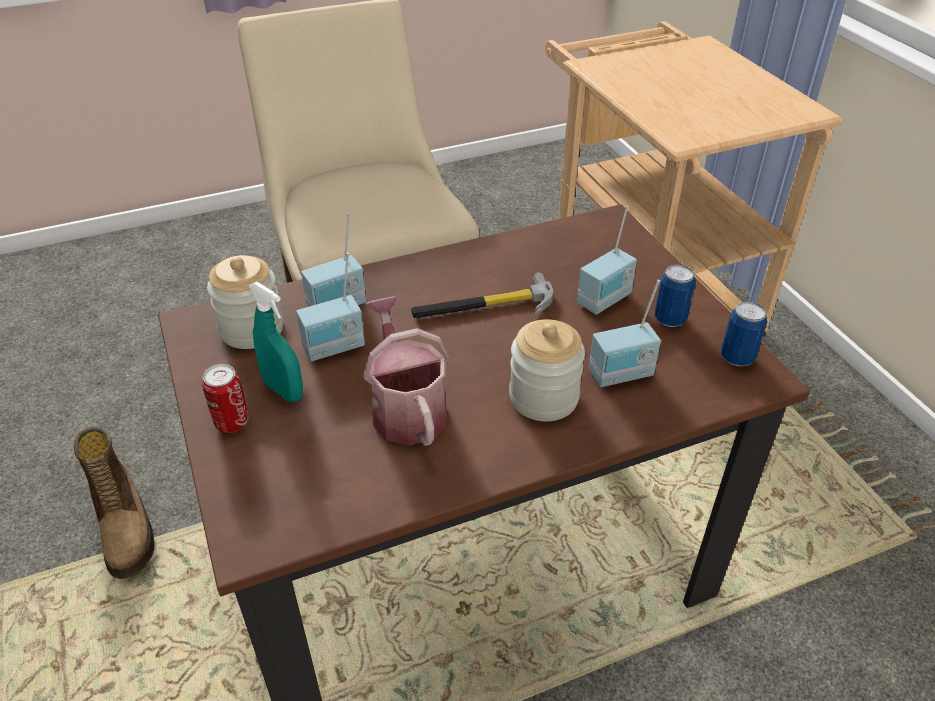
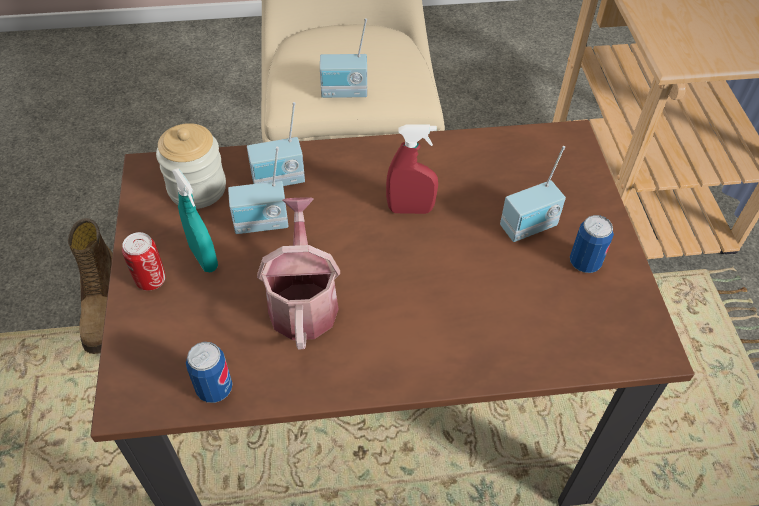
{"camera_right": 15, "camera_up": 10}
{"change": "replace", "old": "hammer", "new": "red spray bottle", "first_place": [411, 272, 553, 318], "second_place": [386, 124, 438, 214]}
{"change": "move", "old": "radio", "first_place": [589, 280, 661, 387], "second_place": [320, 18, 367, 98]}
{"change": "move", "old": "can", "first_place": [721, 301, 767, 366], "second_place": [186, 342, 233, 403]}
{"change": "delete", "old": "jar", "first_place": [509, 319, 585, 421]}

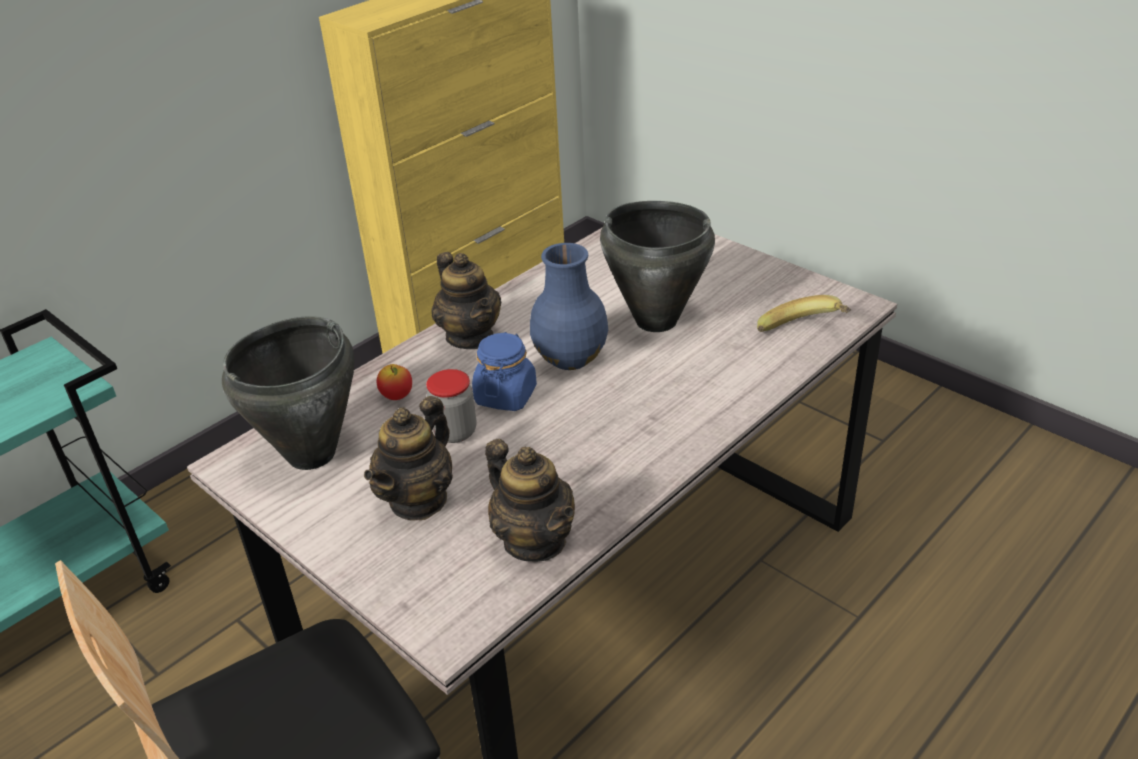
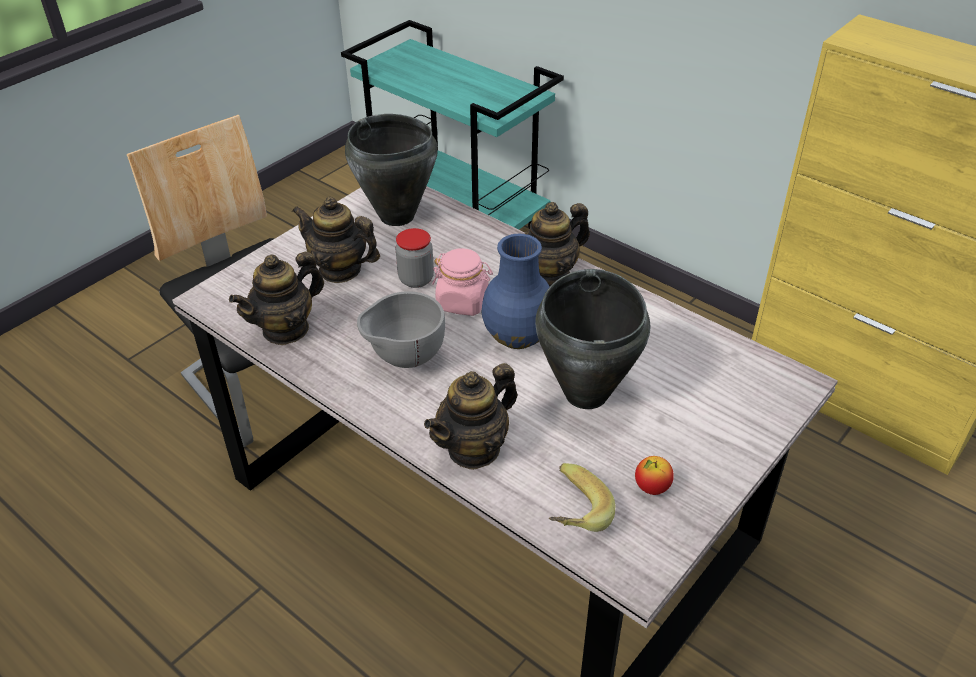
{"camera_right": 85, "camera_up": 5}
{"change": "recolor", "old": "blue jar", "new": "pink jar", "first_place": [472, 332, 537, 411], "second_place": [432, 248, 493, 316]}
{"change": "move", "old": "apple", "first_place": [377, 364, 412, 400], "second_place": [635, 456, 674, 495]}
{"change": "insert", "new": "grey bowl", "second_place": [357, 291, 445, 368]}
{"change": "insert", "new": "teapot", "second_place": [424, 363, 518, 470]}

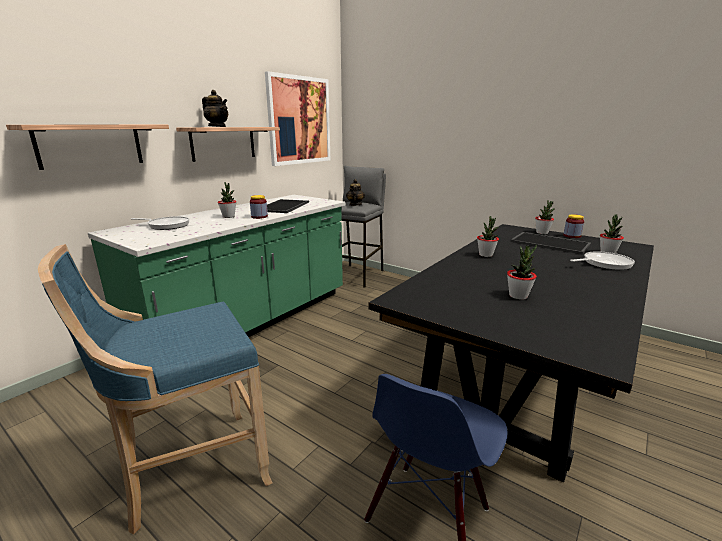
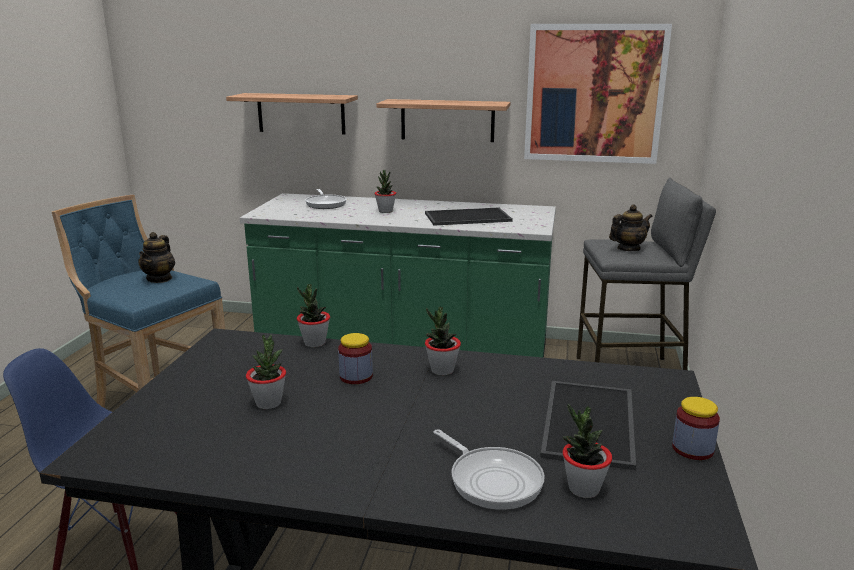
{"camera_right": 65, "camera_up": 0}
{"change": "move", "old": "teapot", "first_place": [202, 90, 228, 127], "second_place": [138, 232, 175, 283]}
{"change": "move", "old": "jar", "first_place": [250, 195, 268, 219], "second_place": [338, 333, 373, 384]}
{"change": "move", "old": "potted plant", "first_place": [535, 200, 555, 234], "second_place": [297, 284, 330, 347]}

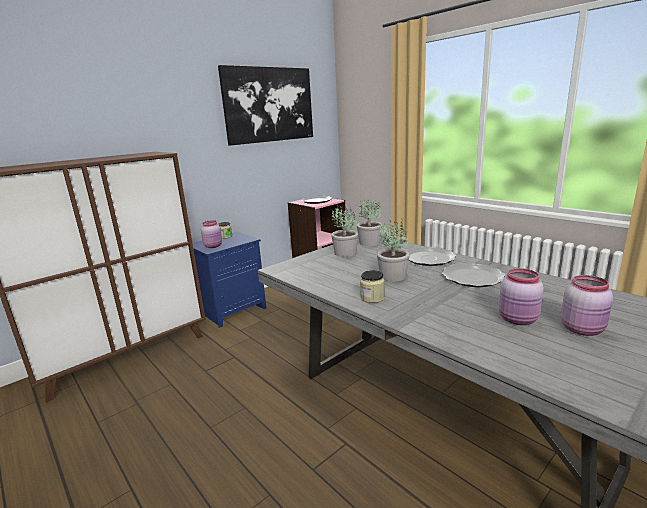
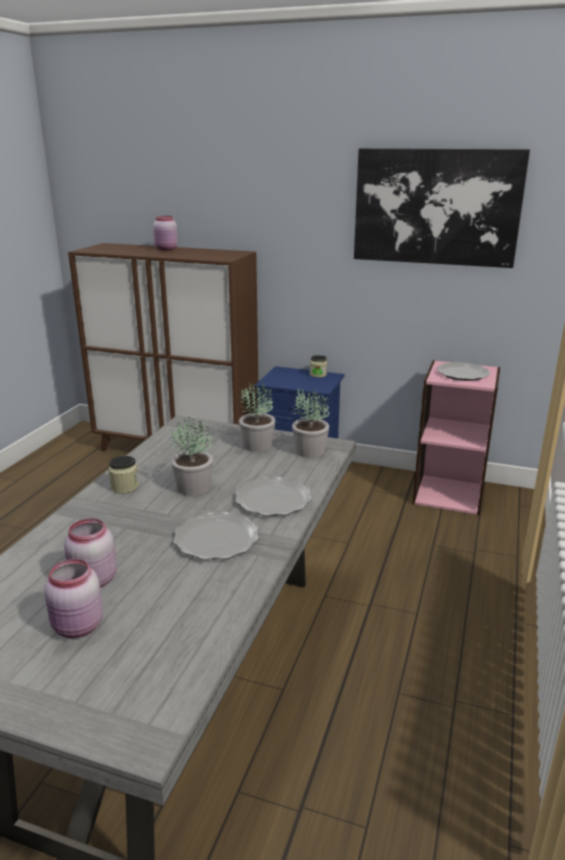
{"camera_right": 60, "camera_up": 5}
{"change": "move", "old": "pink jar", "first_place": [201, 220, 222, 248], "second_place": [153, 216, 178, 251]}

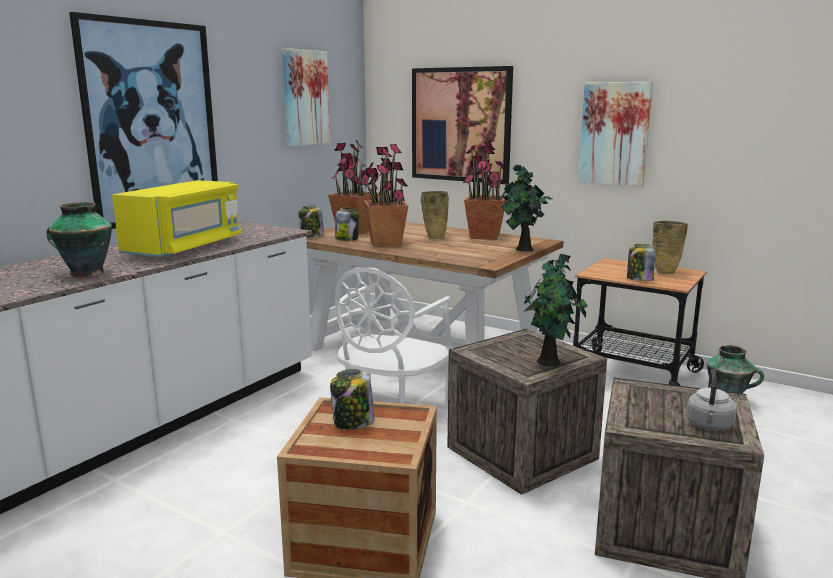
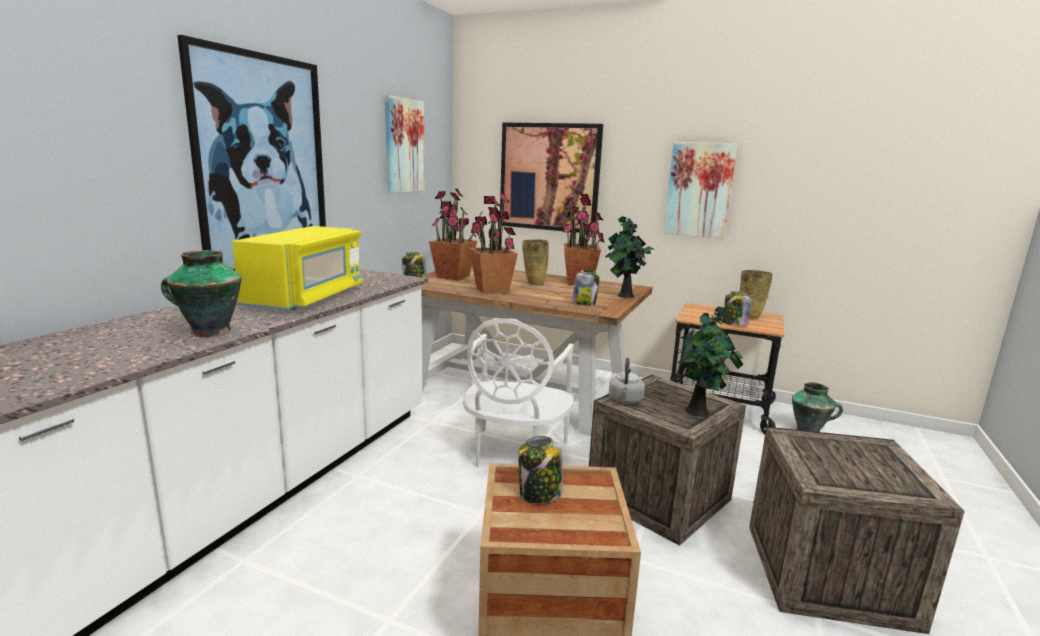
{"camera_right": -10, "camera_up": 0}
{"change": "move", "old": "jar", "first_place": [335, 207, 359, 241], "second_place": [572, 270, 600, 306]}
{"change": "move", "old": "grey kettle", "first_place": [686, 369, 737, 431], "second_place": [609, 358, 645, 404]}

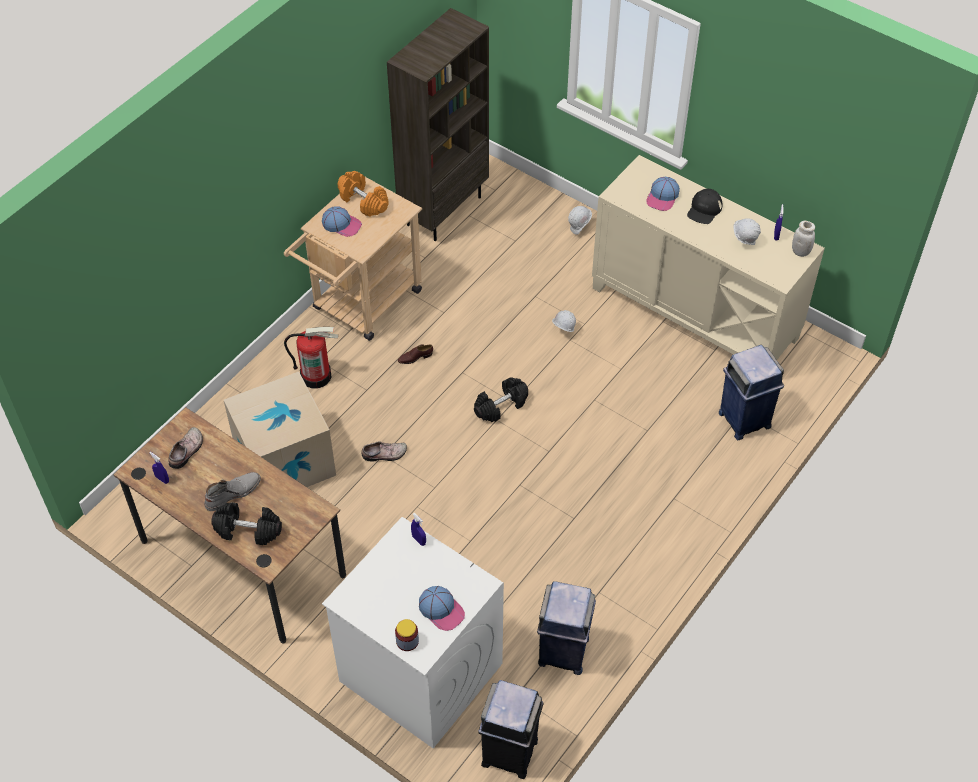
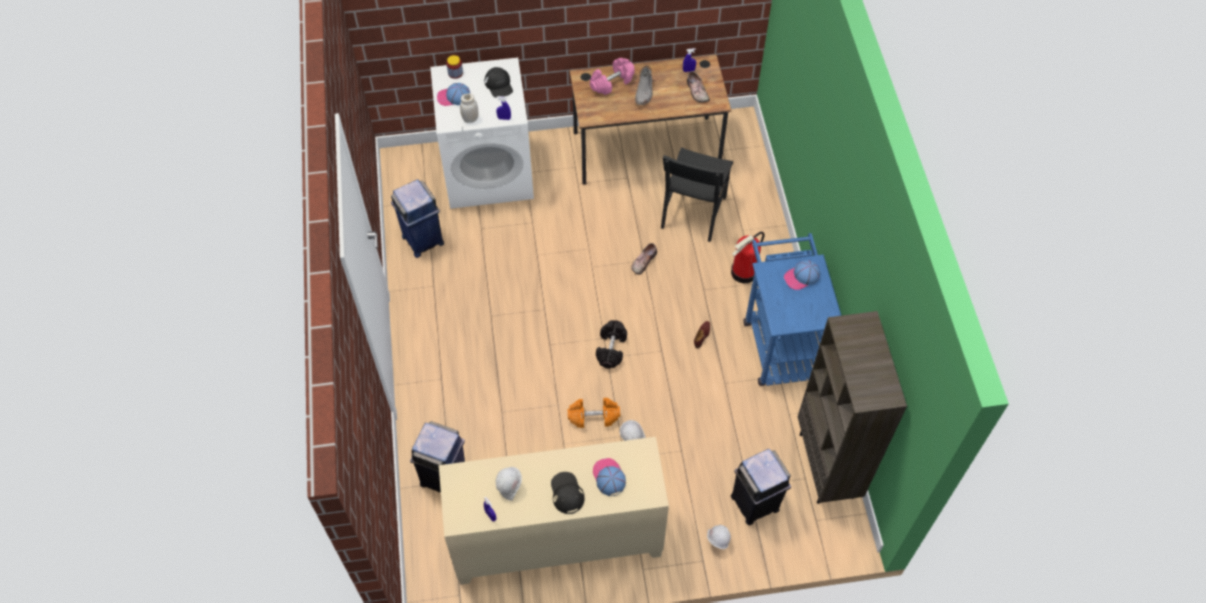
{"camera_right": 135, "camera_up": 5}
{"change": "move", "old": "orange dumbbell", "first_place": [337, 171, 389, 217], "second_place": [568, 398, 620, 428]}
{"change": "recolor", "old": "beige cart", "new": "blue cart", "first_place": [284, 177, 422, 341], "second_place": [744, 233, 841, 386]}
{"change": "move", "old": "white jar", "first_place": [792, 221, 815, 257], "second_place": [460, 93, 478, 123]}
{"change": "replace", "old": "cardboard box", "new": "black chair", "first_place": [224, 372, 336, 487], "second_place": [661, 147, 733, 242]}
{"change": "recolor", "old": "black dumbbell", "new": "pink dumbbell", "first_place": [211, 502, 282, 545], "second_place": [590, 58, 635, 95]}
{"change": "move", "old": "black trash can", "first_place": [478, 680, 544, 779], "second_place": [731, 449, 791, 525]}
{"change": "insert", "new": "black cap", "second_place": [485, 67, 513, 98]}

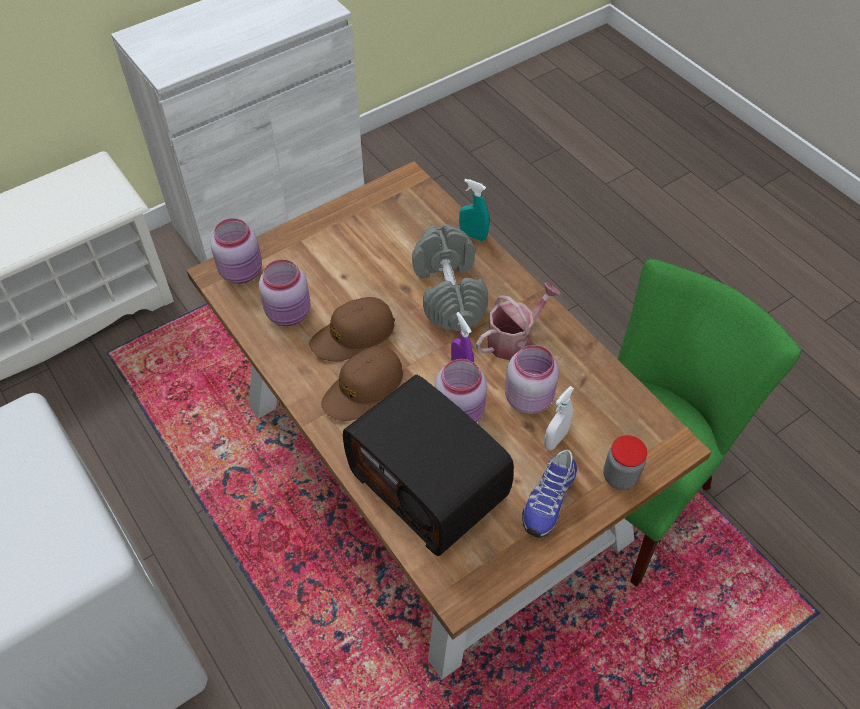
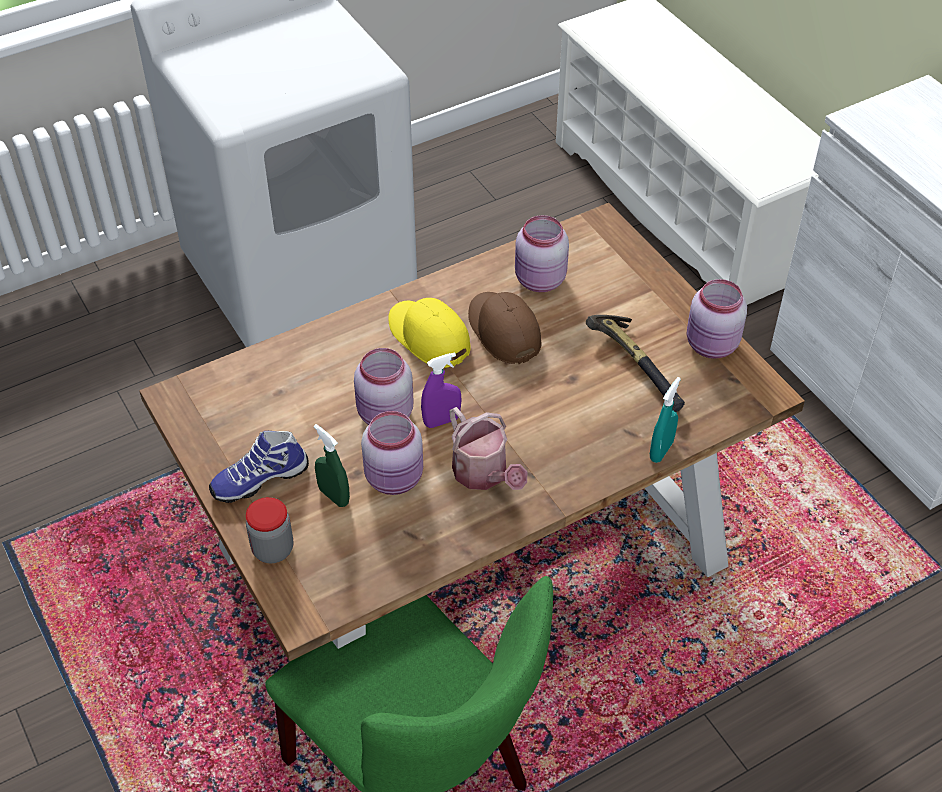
{"camera_right": 95, "camera_up": -5}
{"change": "move", "old": "pink jar", "first_place": [211, 218, 262, 284], "second_place": [687, 279, 747, 359]}
{"change": "delete", "old": "grey dumbbell", "first_place": [412, 224, 488, 331]}
{"change": "recolor", "old": "brown cap", "new": "yellow cap", "first_place": [321, 346, 403, 421], "second_place": [388, 298, 471, 368]}
{"change": "delete", "old": "radio", "first_place": [343, 375, 514, 556]}
{"change": "recolor", "old": "white spray bottle", "new": "green spray bottle", "first_place": [544, 386, 574, 450], "second_place": [314, 424, 350, 507]}
{"change": "rotate", "old": "shoe", "first_place": [522, 449, 577, 538], "second_place": [209, 431, 309, 503], "degrees": -60}
{"change": "insert", "new": "hammer", "second_place": [586, 315, 685, 412]}

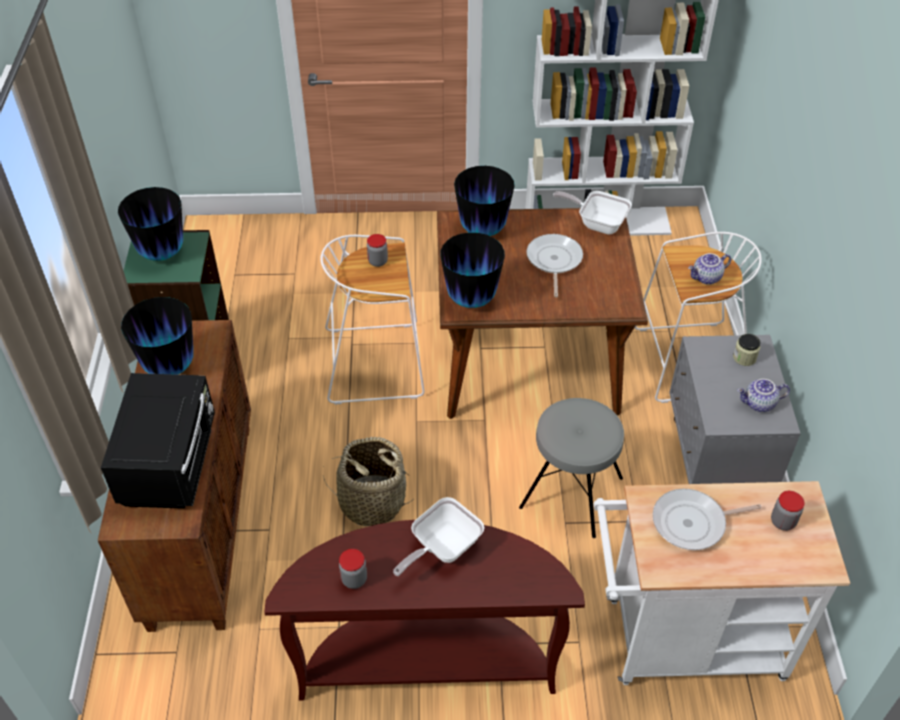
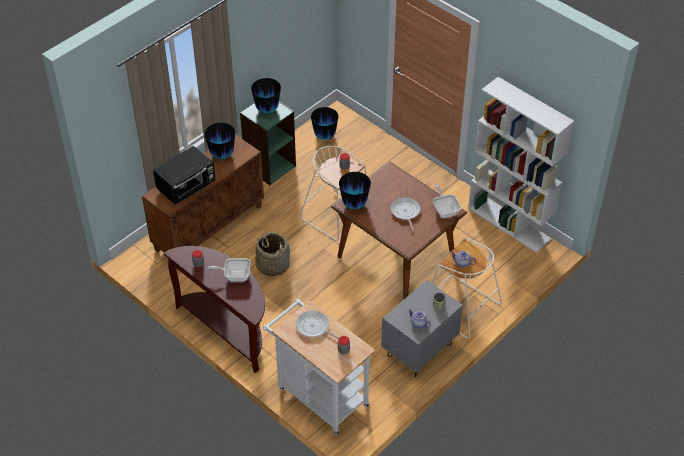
{"camera_right": 45, "camera_up": 0}
{"change": "move", "old": "vase", "first_place": [454, 166, 515, 236], "second_place": [311, 107, 338, 140]}
{"change": "rotate", "old": "frying pan", "first_place": [526, 234, 583, 297], "second_place": [391, 197, 420, 232], "degrees": -60}
{"change": "delete", "old": "grey stool", "first_place": [519, 398, 624, 538]}

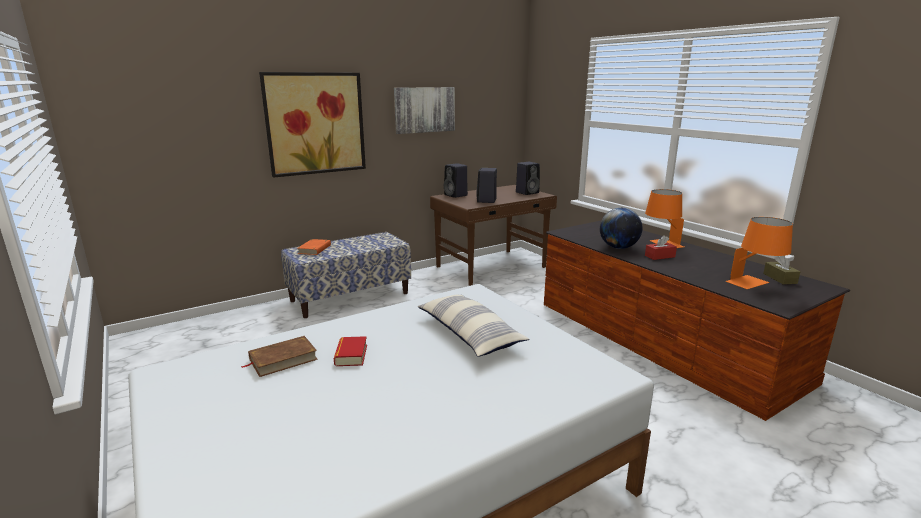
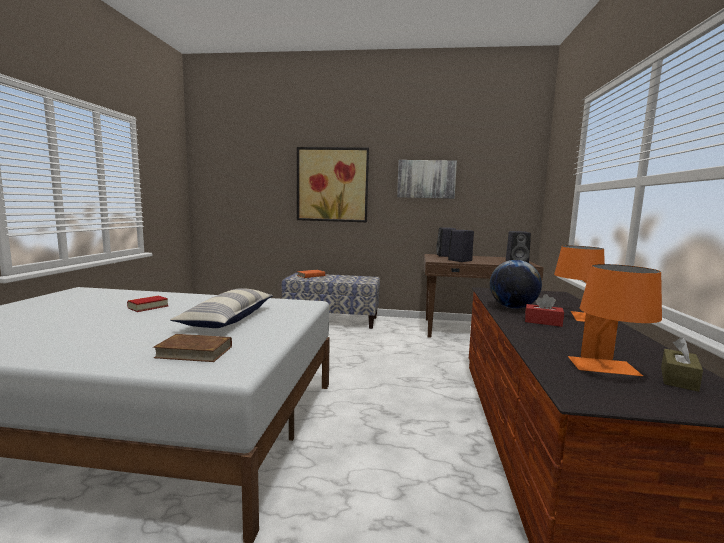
{"camera_right": 40, "camera_up": -10}
{"change": "move", "old": "brown book", "first_place": [241, 336, 318, 377], "second_place": [153, 334, 232, 362]}

